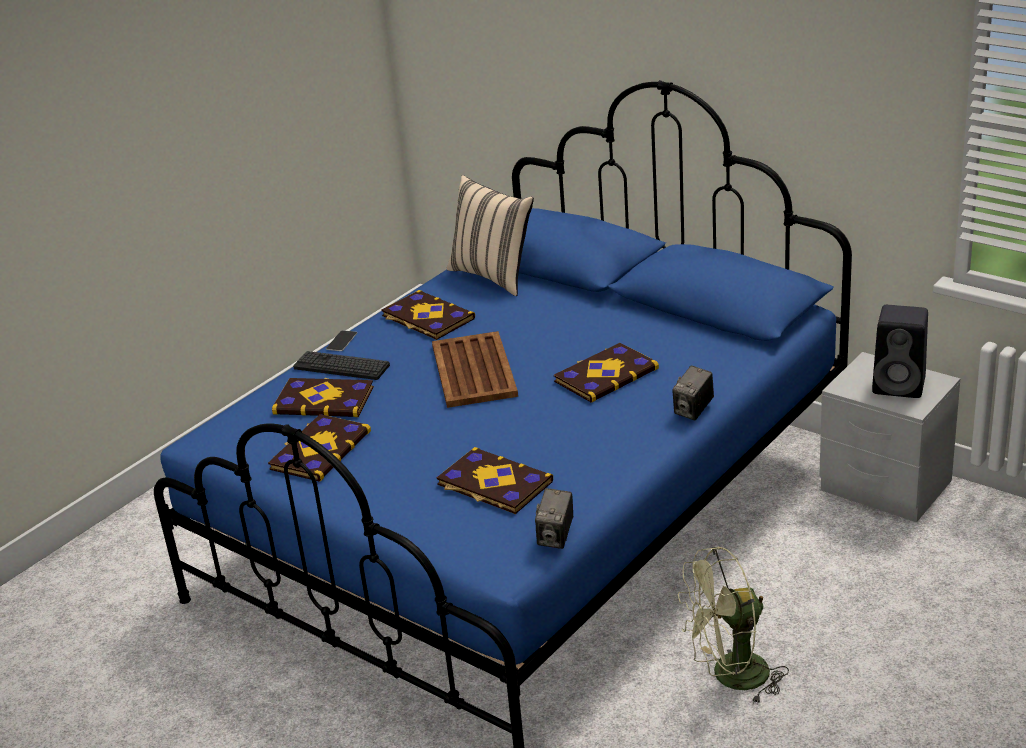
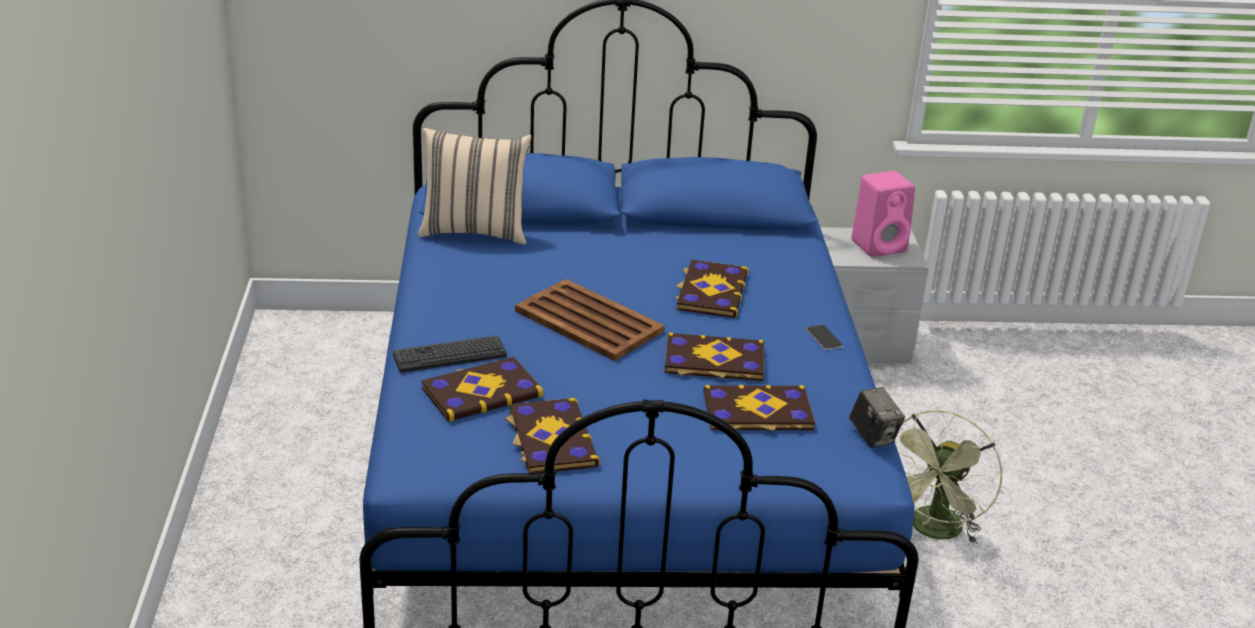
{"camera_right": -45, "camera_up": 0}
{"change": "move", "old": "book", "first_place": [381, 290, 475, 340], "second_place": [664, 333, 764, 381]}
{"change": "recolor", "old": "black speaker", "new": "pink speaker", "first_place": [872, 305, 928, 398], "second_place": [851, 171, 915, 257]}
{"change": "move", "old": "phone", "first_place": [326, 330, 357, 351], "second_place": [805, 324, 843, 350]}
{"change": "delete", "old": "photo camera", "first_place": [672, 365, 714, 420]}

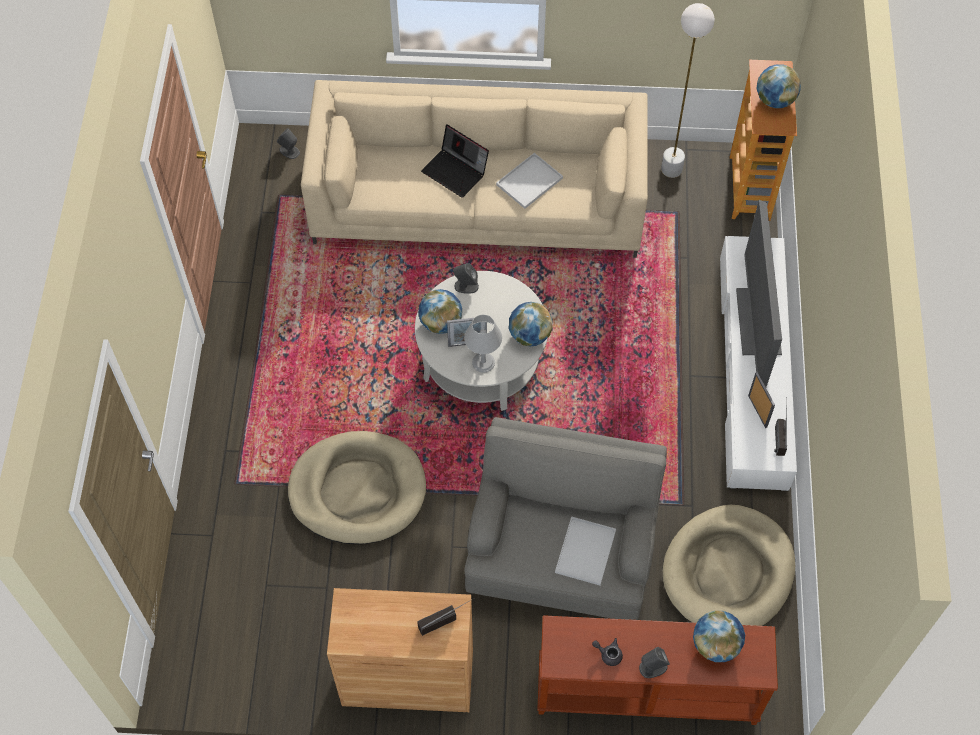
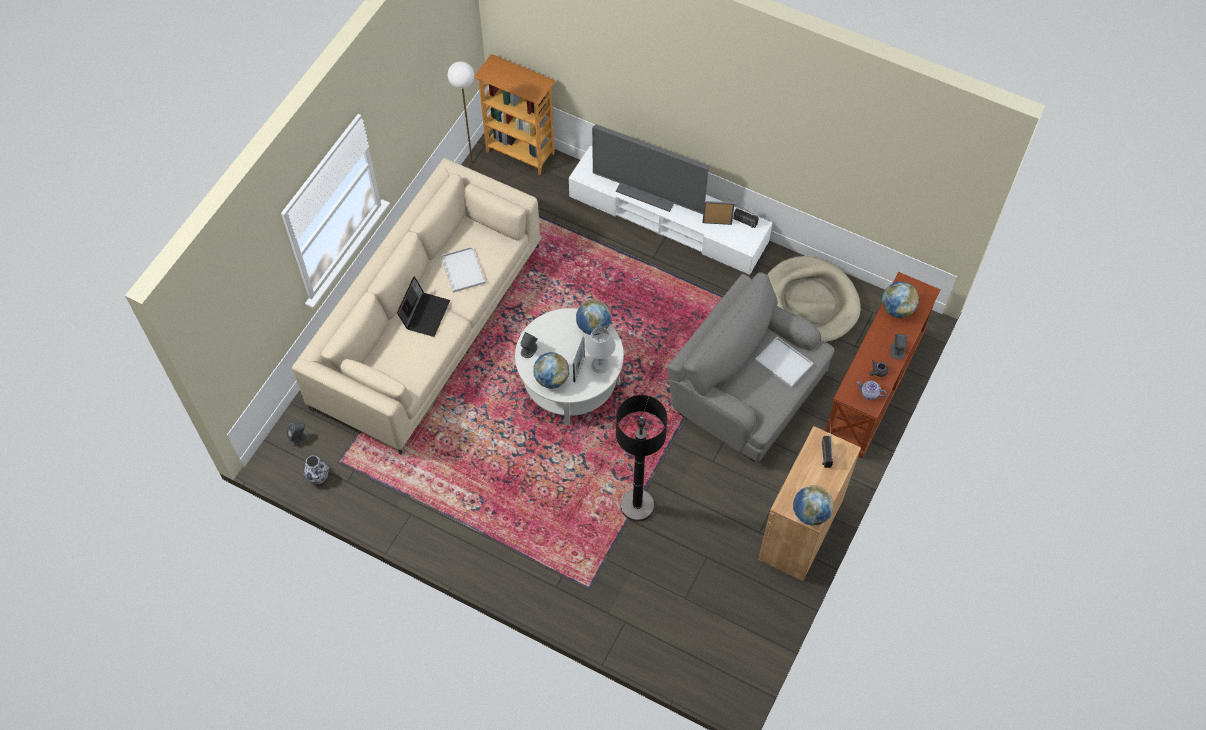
{"camera_right": -65, "camera_up": 0}
{"change": "move", "old": "globe", "first_place": [757, 64, 801, 108], "second_place": [793, 485, 834, 526]}
{"change": "rotate", "old": "laptop", "first_place": [421, 124, 489, 198], "second_place": [397, 276, 450, 337], "degrees": -45}
{"change": "replace", "old": "beige dog bed", "new": "black floor lamp", "first_place": [288, 431, 426, 544], "second_place": [616, 395, 667, 522]}
{"change": "insert", "new": "teapot", "second_place": [857, 381, 887, 400]}
{"change": "insert", "new": "vase", "second_place": [304, 455, 329, 484]}

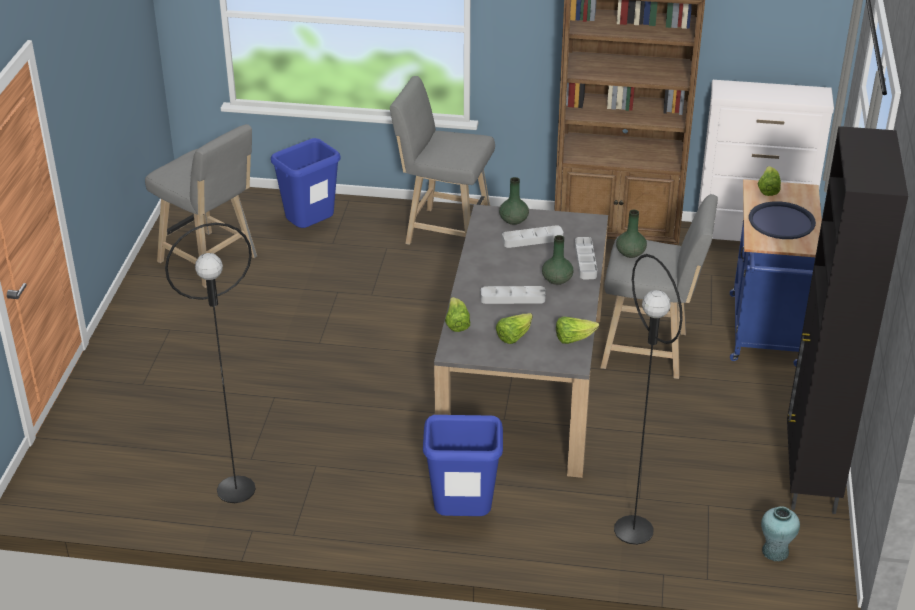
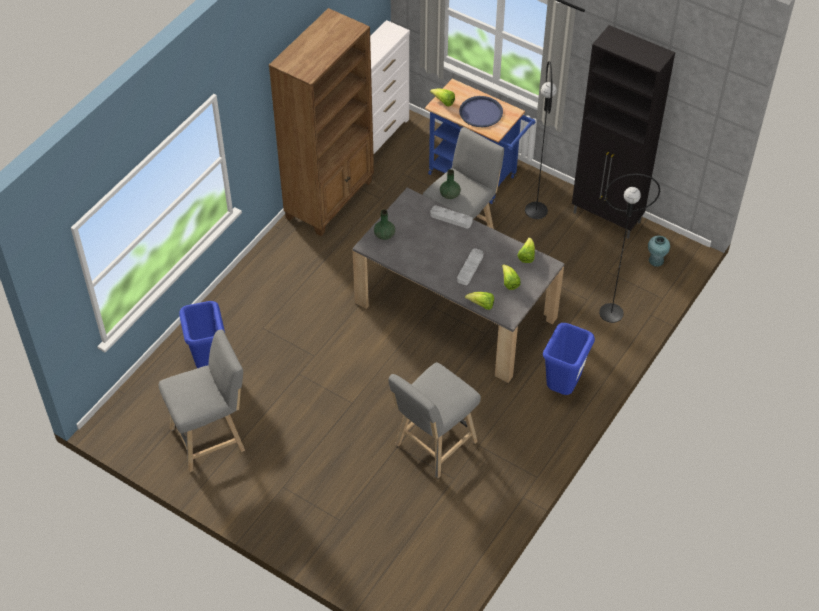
{"camera_right": -65, "camera_up": 15}
{"change": "move", "old": "grey stool", "first_place": [390, 76, 495, 245], "second_place": [388, 362, 481, 478]}
{"change": "move", "old": "black floor lamp", "first_place": [165, 223, 256, 503], "second_place": [525, 61, 557, 219]}
{"change": "delete", "old": "grey tray", "first_place": [502, 225, 563, 248]}
{"change": "delete", "old": "green vase", "first_place": [542, 235, 573, 285]}

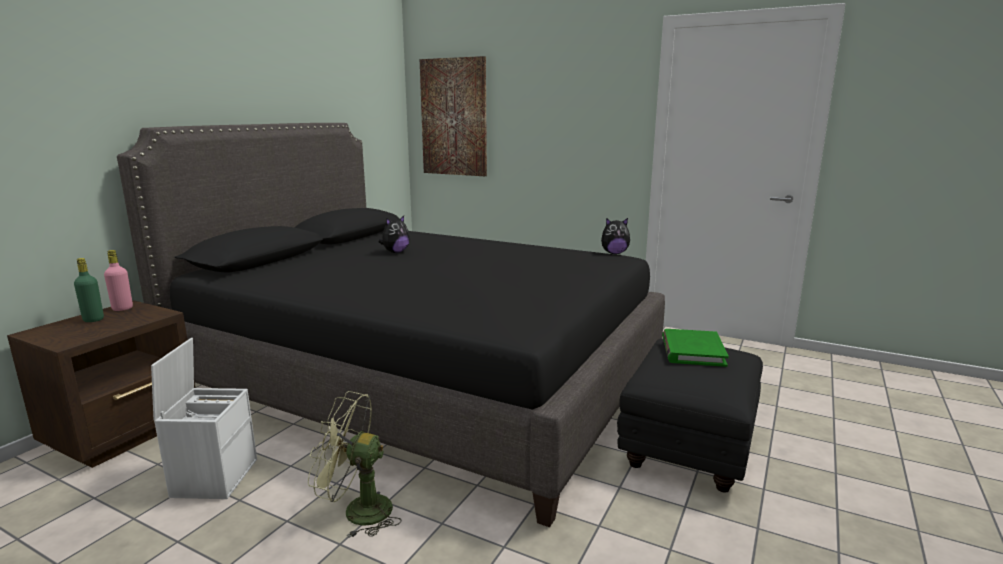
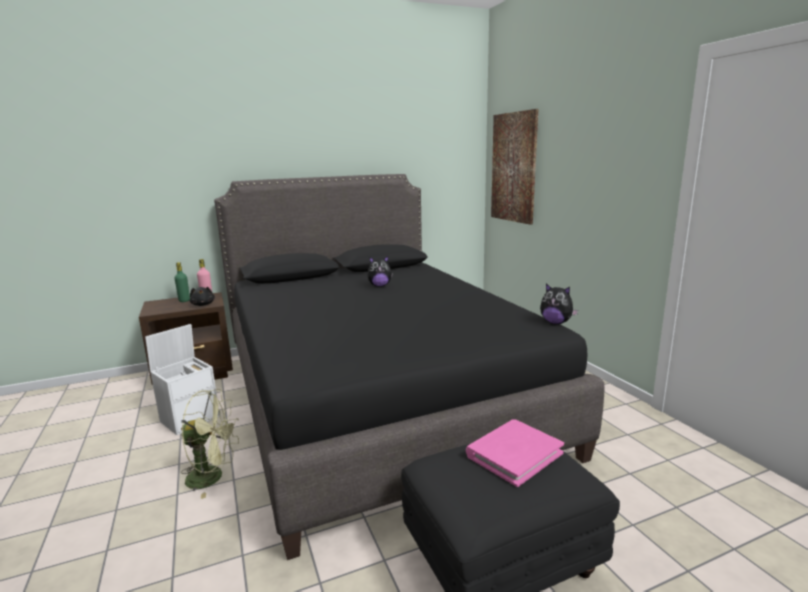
{"camera_right": 40, "camera_up": 0}
{"change": "recolor", "old": "green book", "new": "pink book", "first_place": [662, 329, 729, 367], "second_place": [466, 420, 564, 487]}
{"change": "rotate", "old": "green fan", "first_place": [308, 391, 402, 538], "second_place": [181, 389, 239, 499], "degrees": 135}
{"change": "insert", "new": "black plush toy", "second_place": [190, 287, 215, 306]}

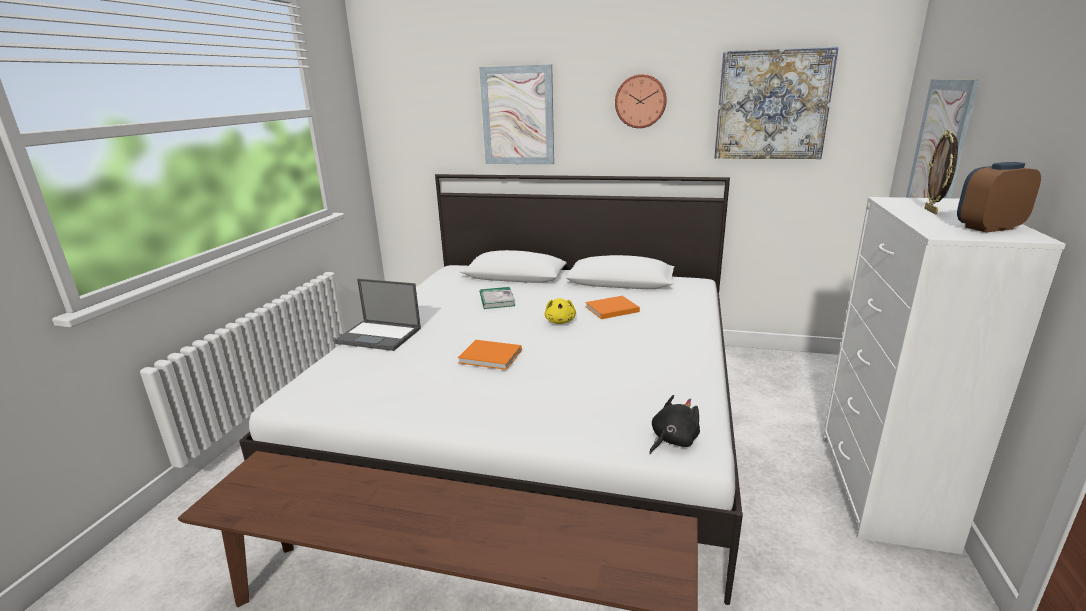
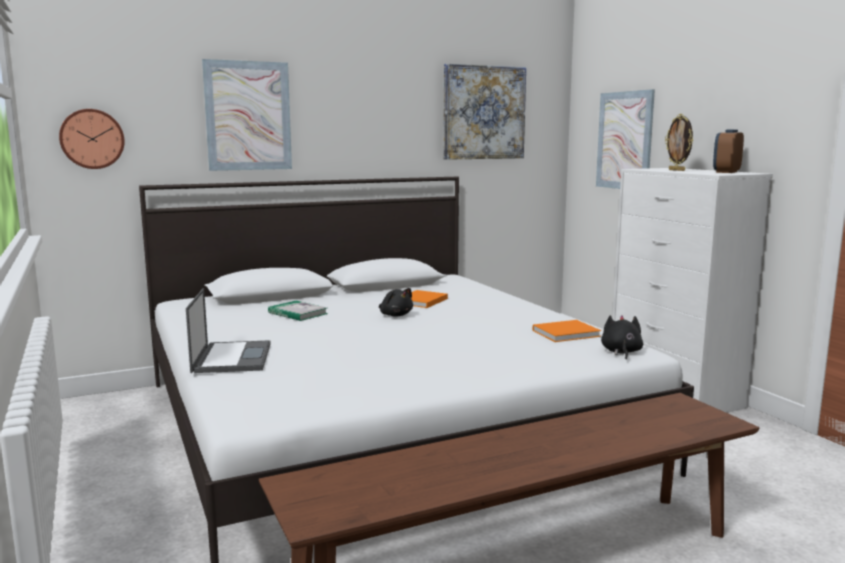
{"camera_right": -40, "camera_up": -10}
{"change": "move", "old": "wall clock", "first_place": [615, 74, 667, 128], "second_place": [59, 109, 125, 169]}
{"change": "rotate", "old": "laptop", "first_place": [333, 279, 421, 351], "second_place": [186, 288, 271, 373], "degrees": -75}
{"change": "recolor", "old": "yellow plush toy", "new": "black plush toy", "first_place": [544, 298, 576, 324], "second_place": [379, 288, 413, 317]}
{"change": "move", "old": "orange book", "first_place": [458, 340, 522, 370], "second_place": [533, 320, 601, 342]}

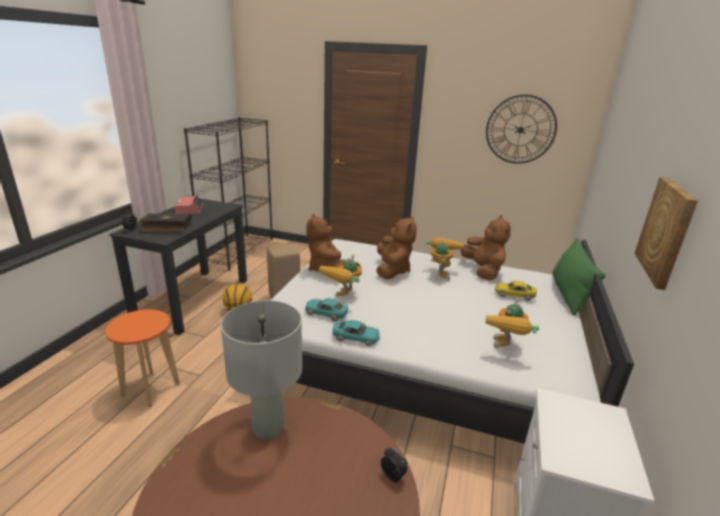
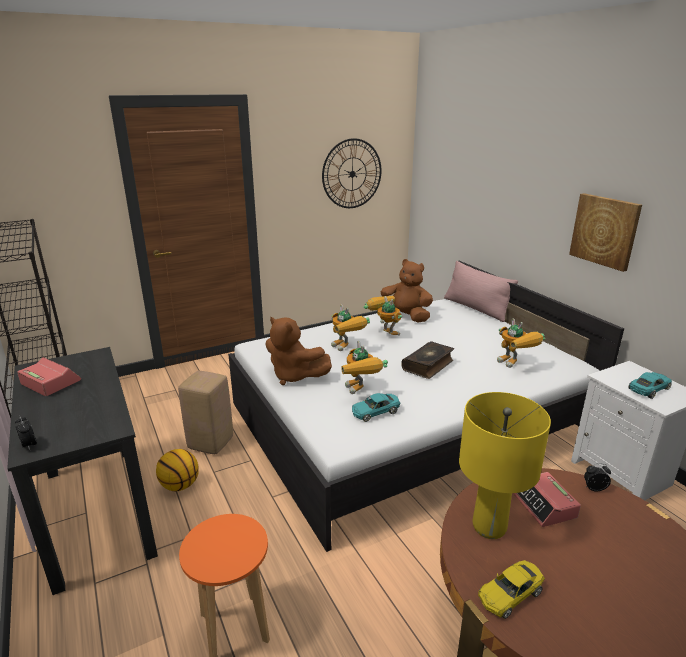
{"camera_right": -45, "camera_up": 0}
{"change": "move", "old": "book", "first_place": [140, 213, 192, 232], "second_place": [401, 341, 454, 379]}
{"change": "replace", "old": "brown plush toy", "new": "toy robot", "first_place": [376, 216, 417, 279], "second_place": [331, 304, 370, 351]}
{"change": "recolor", "old": "green pillow", "new": "pink pillow", "first_place": [552, 238, 606, 316], "second_place": [444, 261, 518, 322]}
{"change": "move", "old": "yellow toy car", "first_place": [495, 281, 537, 301], "second_place": [478, 560, 545, 619]}
{"change": "recolor", "old": "grey table lamp", "new": "yellow table lamp", "first_place": [221, 300, 302, 439], "second_place": [459, 392, 551, 539]}
{"change": "move", "old": "turquoise toy car", "first_place": [332, 320, 380, 346], "second_place": [628, 372, 672, 399]}
{"change": "insert", "new": "alarm clock", "second_place": [513, 472, 581, 527]}

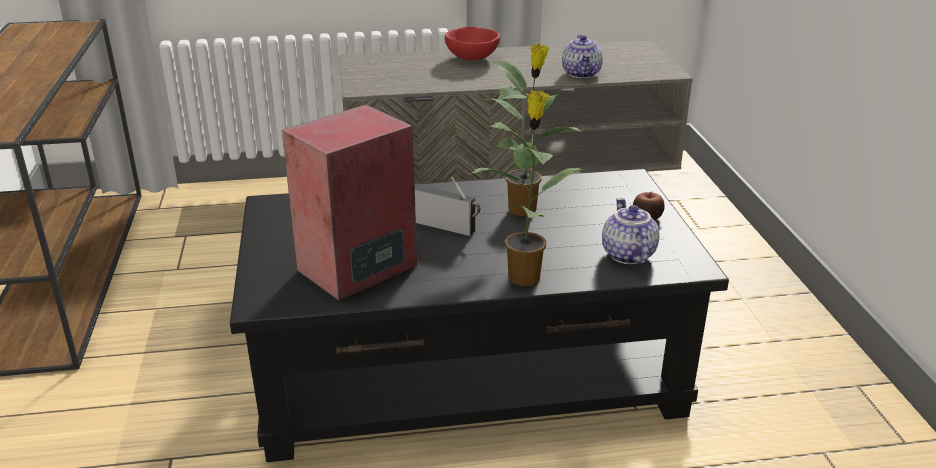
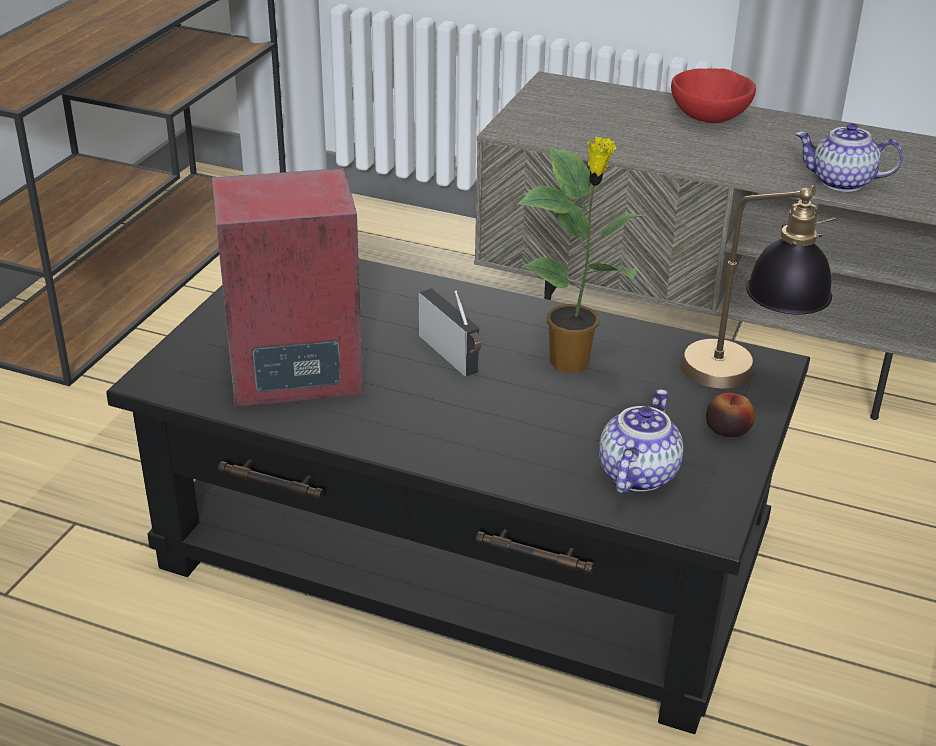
{"camera_right": 30, "camera_up": 5}
{"change": "rotate", "old": "teapot", "first_place": [562, 35, 603, 78], "second_place": [795, 123, 903, 192], "degrees": 75}
{"change": "delete", "old": "potted plant", "first_place": [469, 91, 590, 286]}
{"change": "insert", "new": "table lamp", "second_place": [680, 185, 836, 388]}

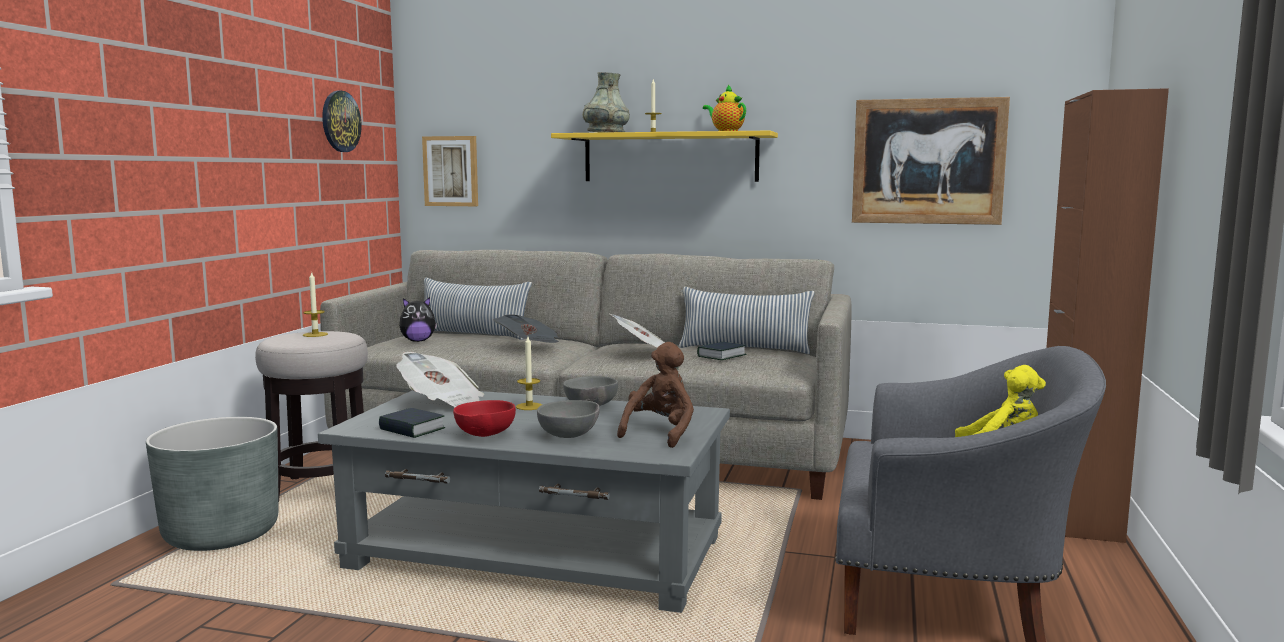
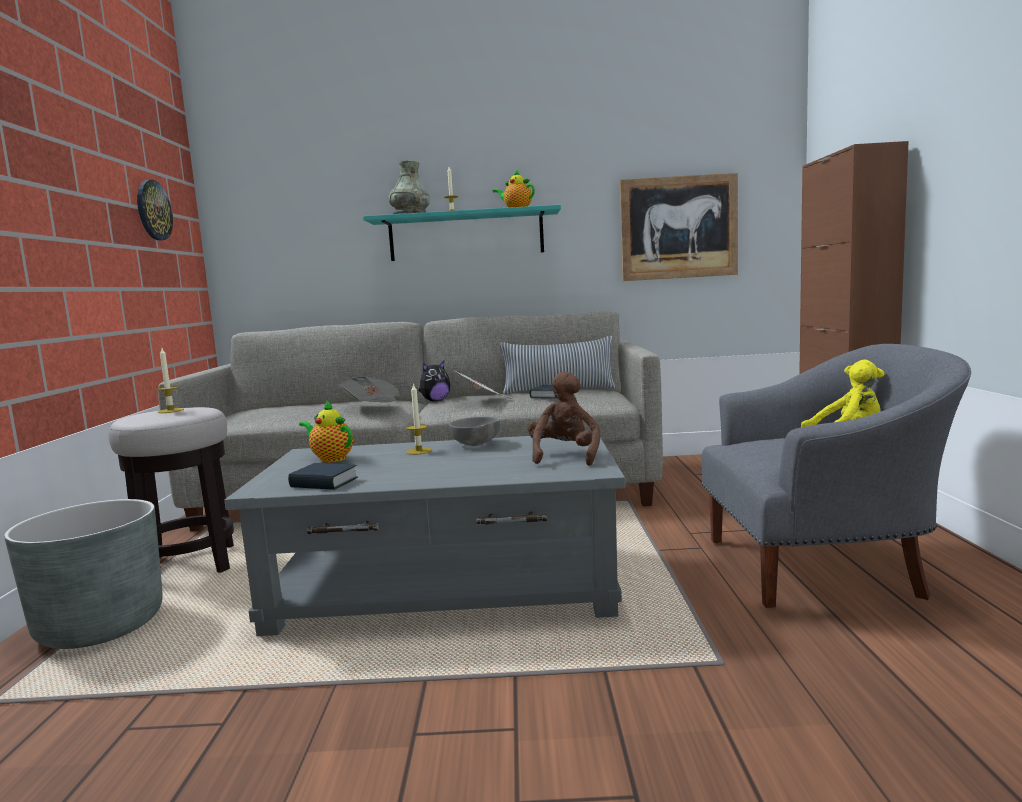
{"camera_right": -15, "camera_up": 0}
{"change": "recolor", "old": "yellow shelf", "new": "turquoise shelf", "first_place": [551, 131, 778, 182], "second_place": [363, 205, 561, 261]}
{"change": "delete", "old": "picture", "first_place": [422, 136, 478, 206]}
{"change": "delete", "old": "pillow", "first_place": [424, 278, 532, 340]}
{"change": "move", "old": "plush toy", "first_place": [399, 297, 437, 342], "second_place": [418, 361, 450, 402]}
{"change": "replace", "old": "newspaper", "new": "teapot", "first_place": [396, 352, 484, 407], "second_place": [299, 400, 353, 463]}
{"change": "delete", "old": "red bowl", "first_place": [453, 400, 516, 437]}
{"change": "delete", "old": "grey bowl", "first_place": [537, 400, 600, 438]}

